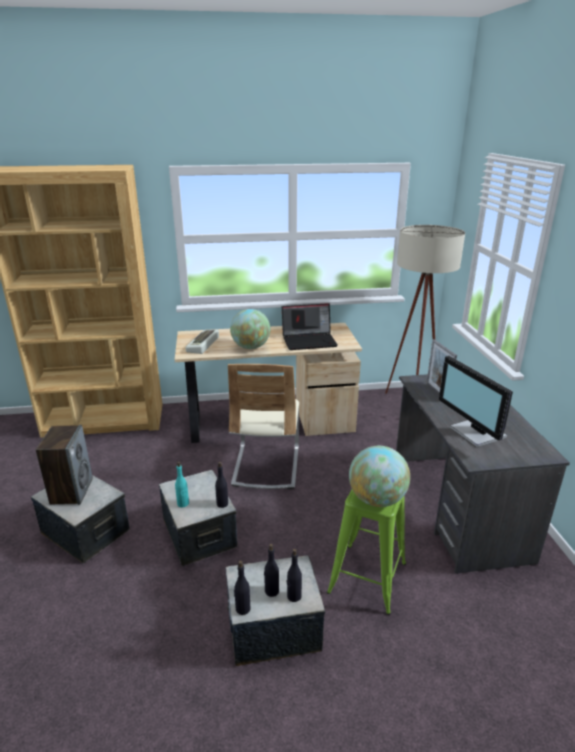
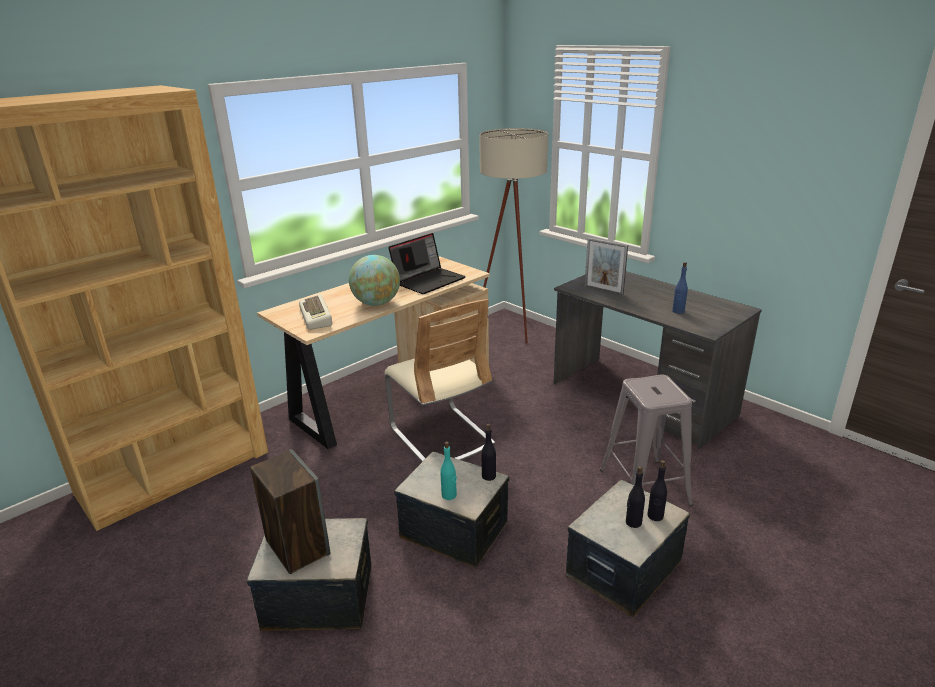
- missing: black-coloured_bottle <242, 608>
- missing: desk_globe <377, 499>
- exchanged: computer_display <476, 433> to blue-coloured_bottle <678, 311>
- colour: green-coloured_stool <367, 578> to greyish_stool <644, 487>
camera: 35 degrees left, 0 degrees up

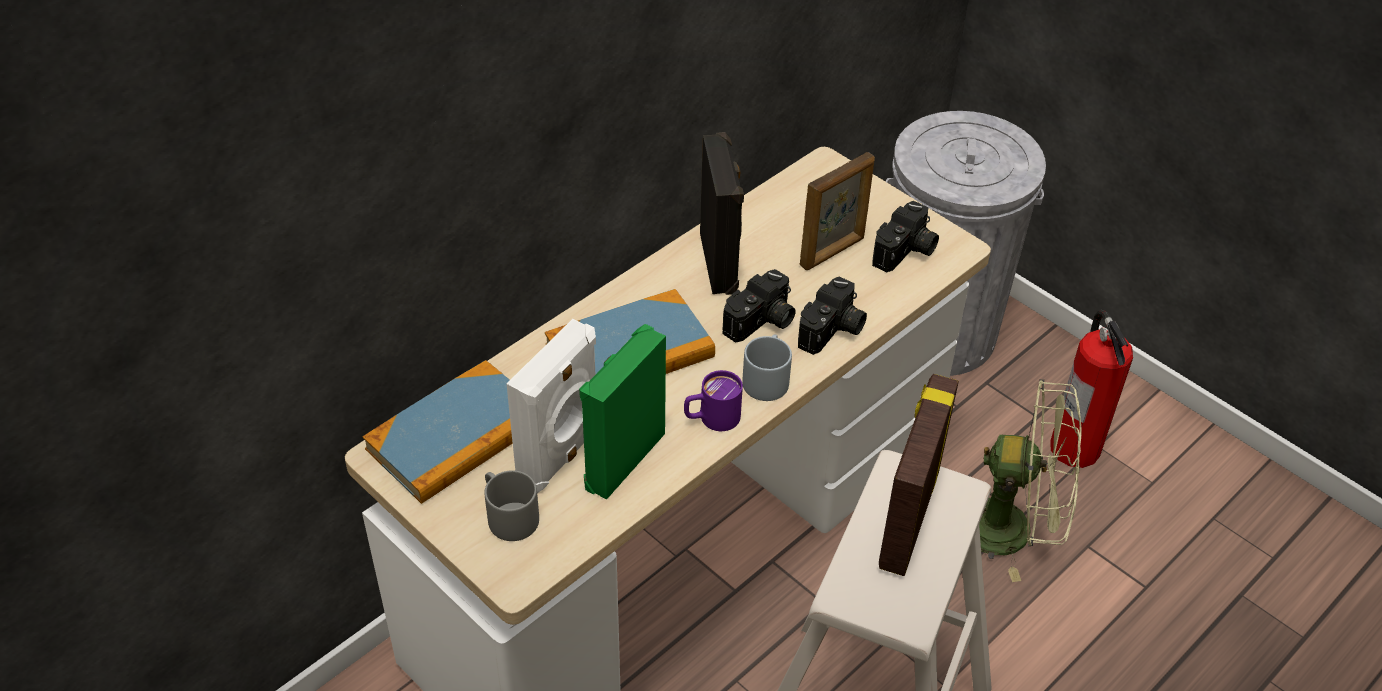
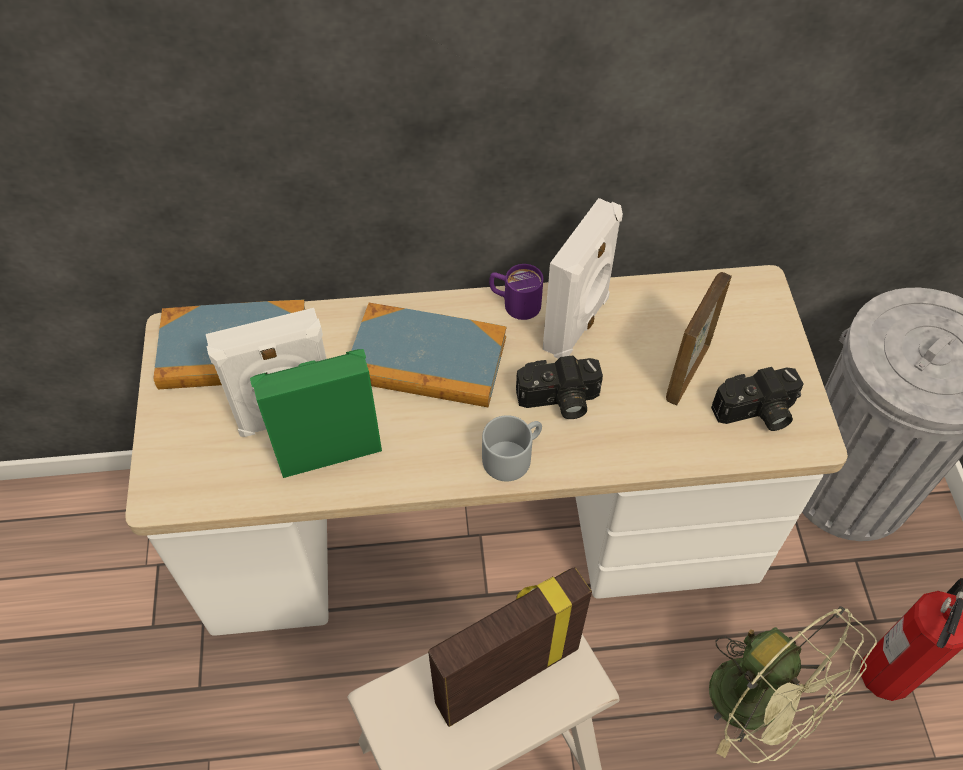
- missing: greyish_tea_mug <507, 515>
- missing: photo_camera <833, 331>
- relocated: purple-coloured_tea_mug <711, 418> to <514, 303>
- colour: black-coloured_loudspeaker <720, 262> to white-coloured_loudspeaker <578, 324>
- spun: photo_frame <833, 252> = <687, 373> 120 degrees clockwise
camera: 40 degrees right, 10 degrees up

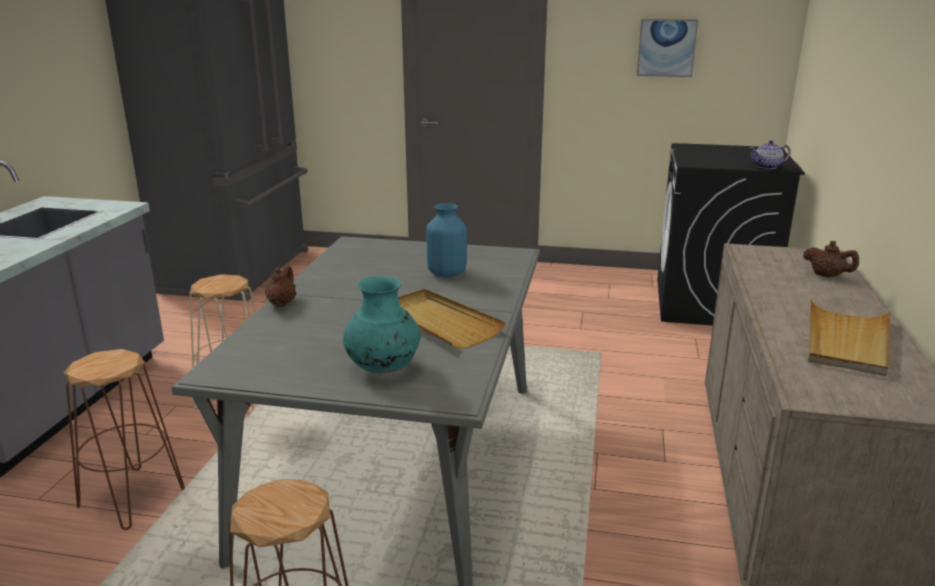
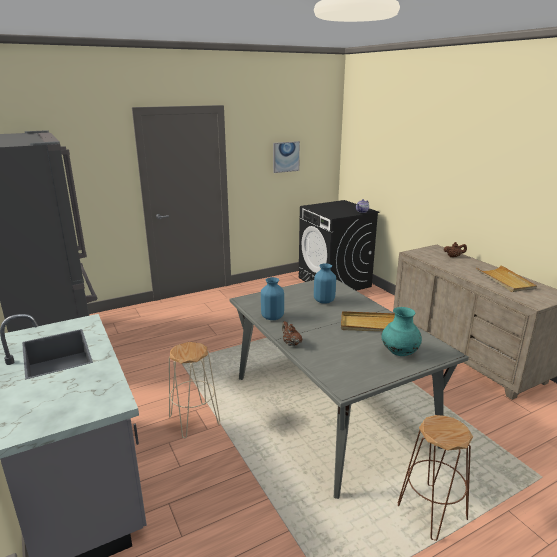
- missing: brown_stool <132, 497>
- appeared: blue-coloured_decorative_vase <272, 317>
camera: 40 degrees left, 0 degrees up

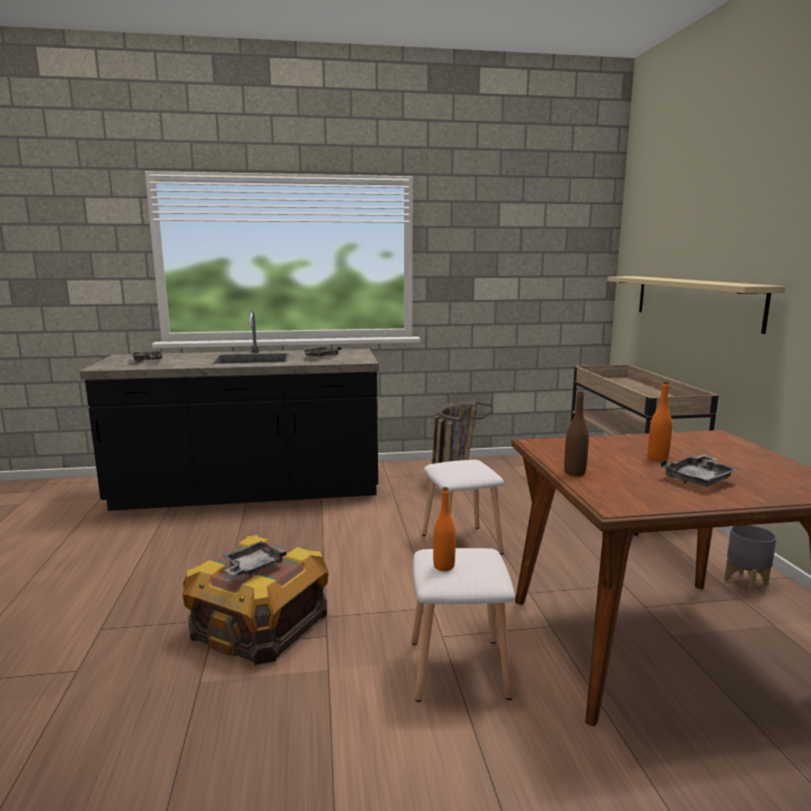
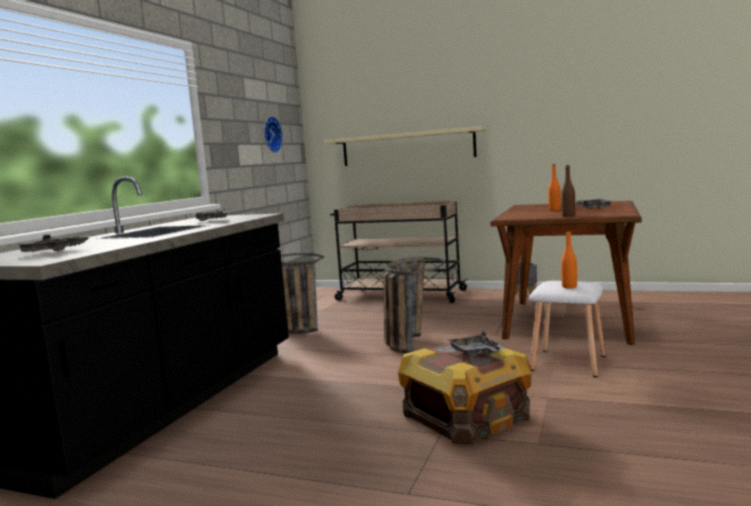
- appeared: wall_clock <270, 134>
- exchanged: white-coloured_stool <460, 544> to storage_basket <409, 341>
camera: 60 degrees left, 5 degrees down

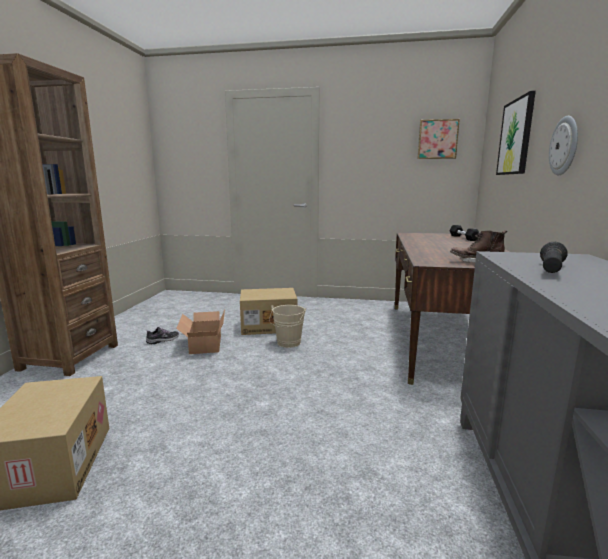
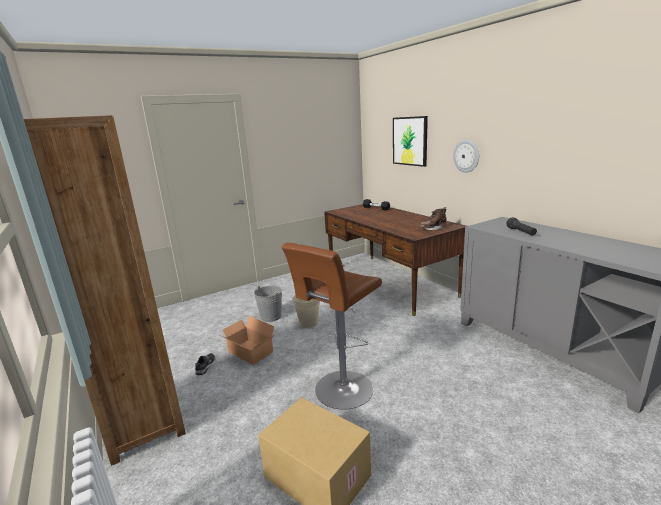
- missing: picture <437, 139>
- appeared: brown_stool <341, 391>
- exchanged: carton <269, 326> to greyish_pail <271, 316>
camera: 40 degrees left, 5 degrees up

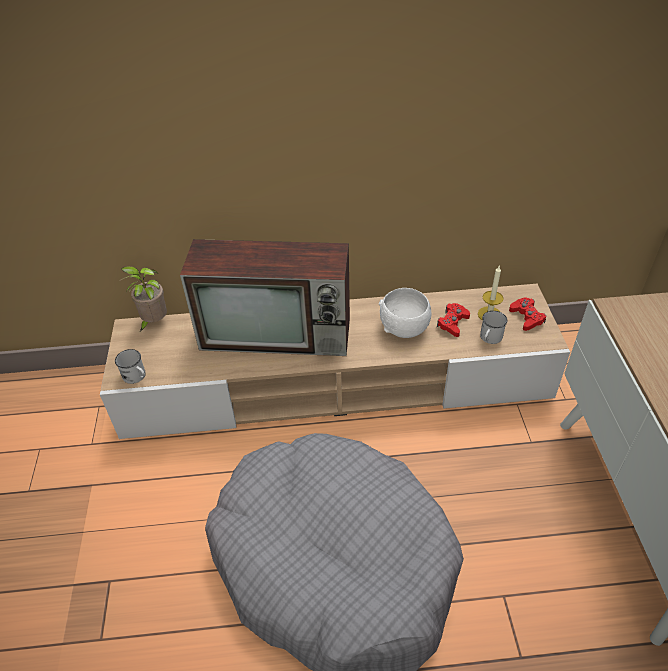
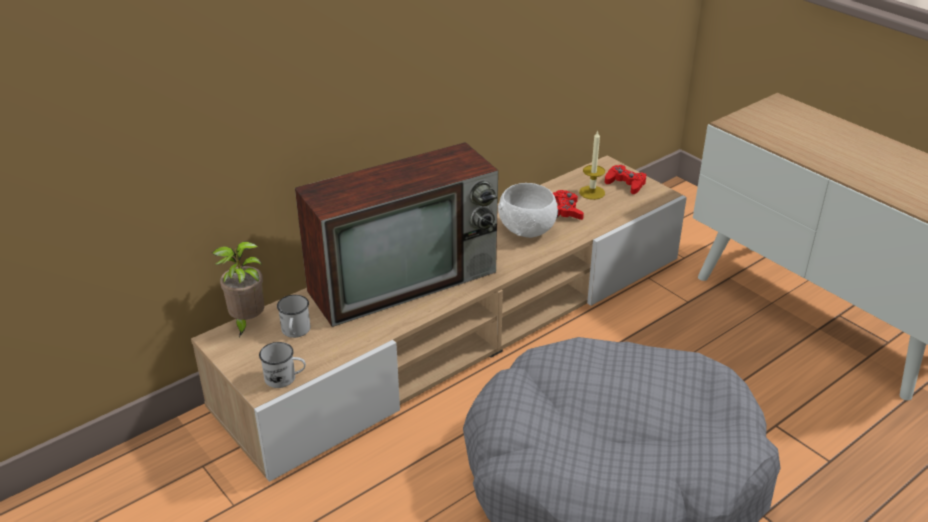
- relocated: white-coloured_tea_mug <489, 338> to <295, 332>
camera: 35 degrees left, 10 degrees down

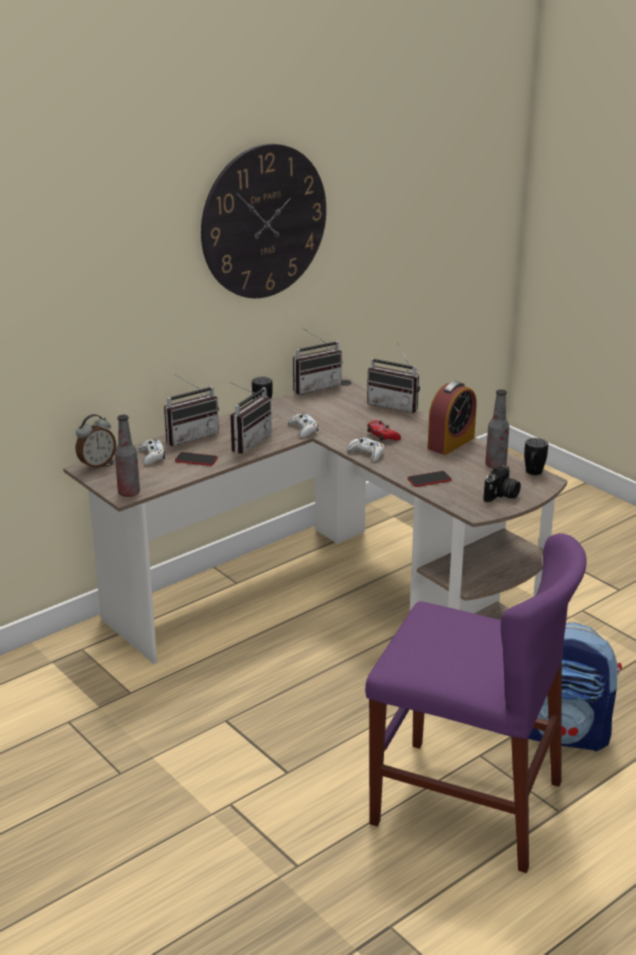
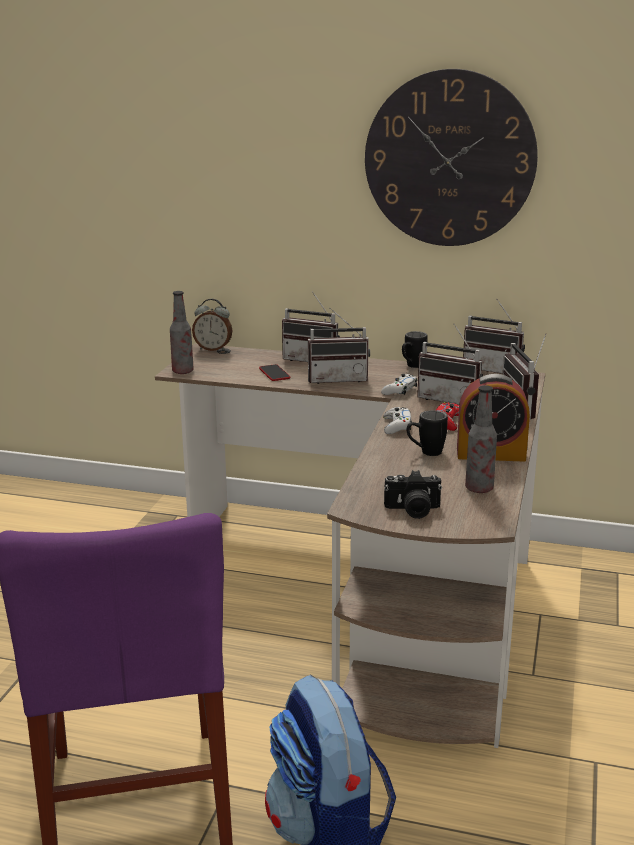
- missing: white-coloured_joypad <152, 456>
- missing: handset <429, 480>
- appeared: radio_set <451, 399>
- relocated: black-coloured_tea_mug <533, 474> to <425, 453>
camera: 55 degrees right, 5 degrees down

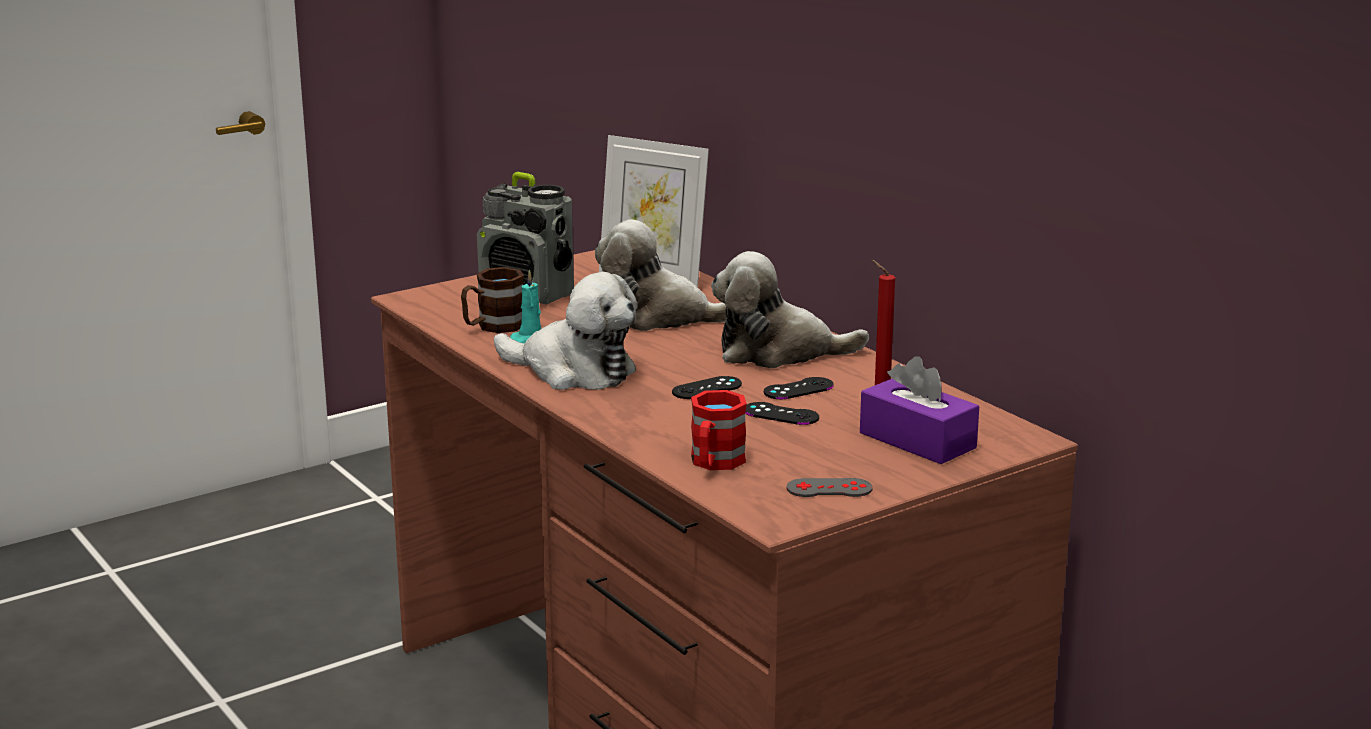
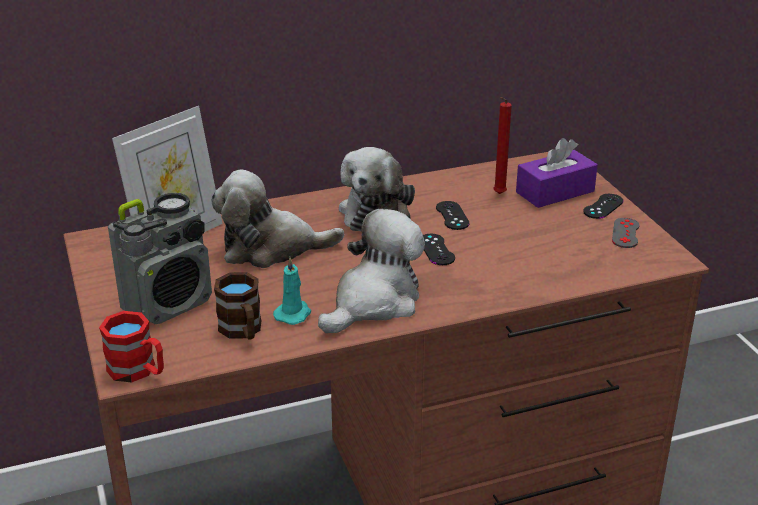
- relocated: reddish_tea_mug <714, 464> to <139, 371>
- relocated: black-coloured_joypad <781, 414> to <603, 206>
- spun: soft_toy <658, 317> = <271, 248> 60 degrees clockwise
camera: 75 degrees left, 10 degrees up

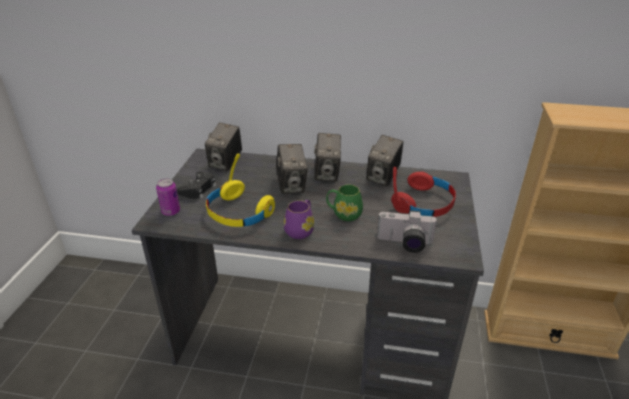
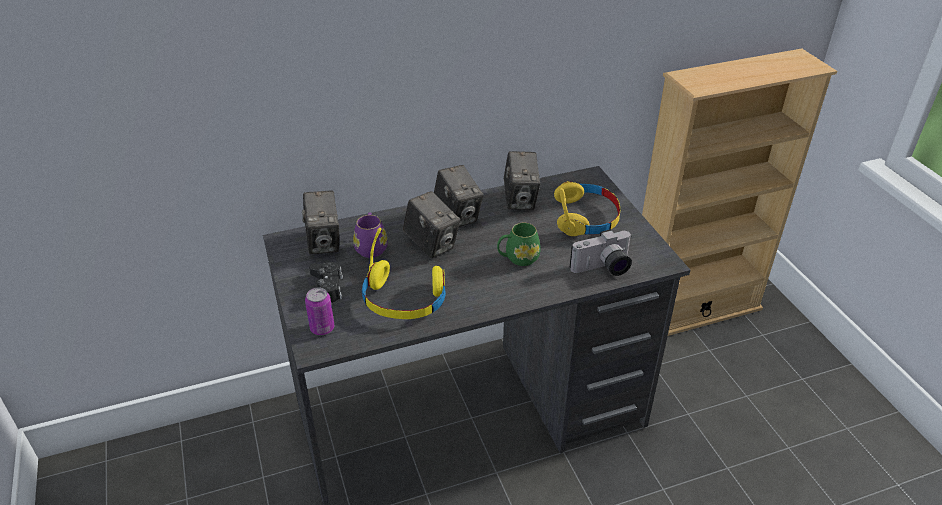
- relocated: purple-coloured_tea_mug <301, 229> to <371, 246>
- colour: reddish_headphones <424, 204> to yellow_headphones <586, 218>
camera: 30 degrees left, 5 degrees up

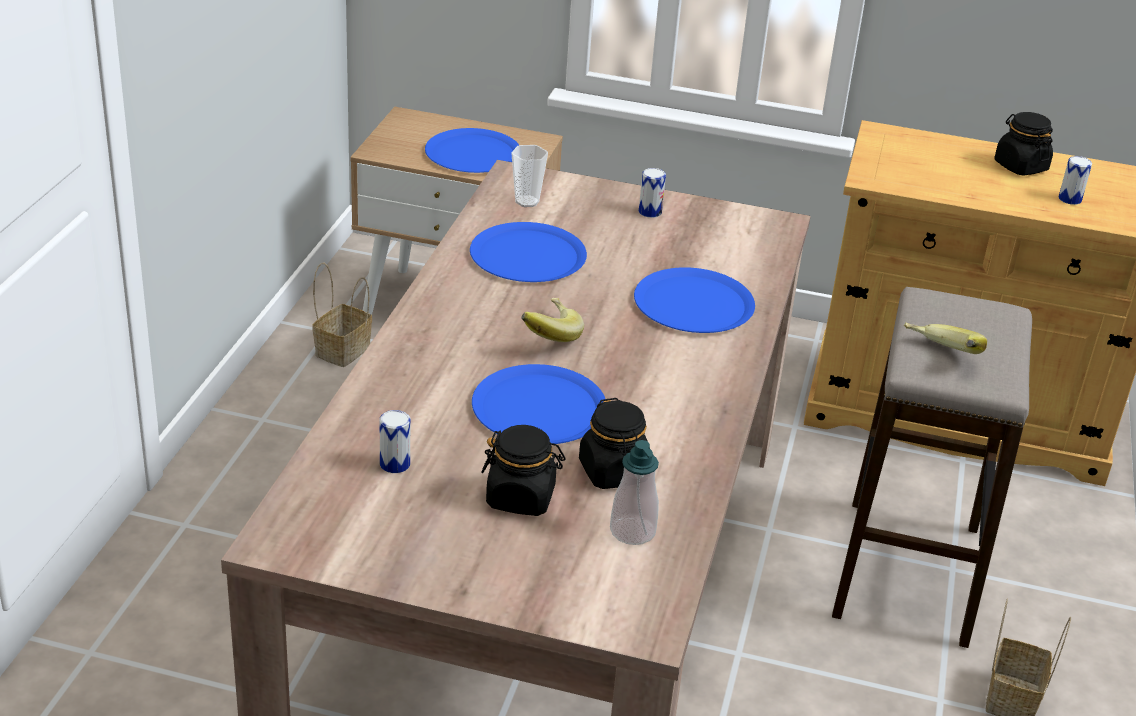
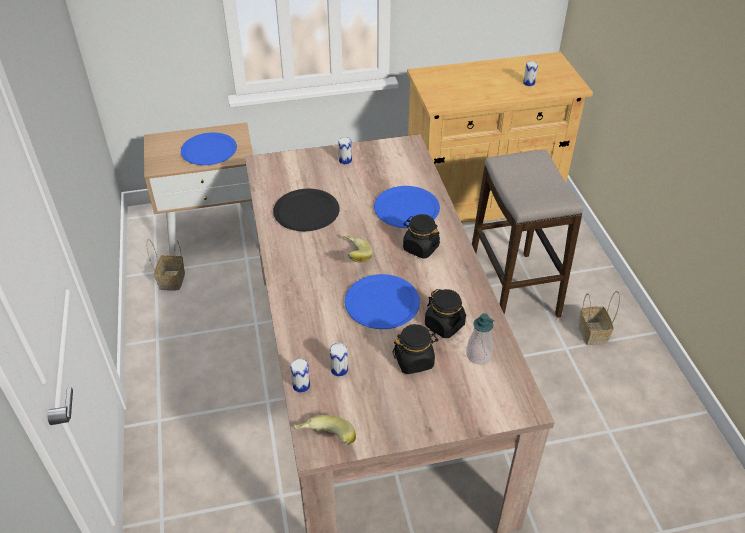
- missing: small_cup <527, 201>
- appeared: can <301, 385>
- relocated: whole_banana <939, 356> to <325, 442>
- relocated: black-coloured_jar <1020, 166> to <420, 248>
- colour: blue-coloured_flat_dish <528, 255> to black-coloured_flat_dish <306, 211>
camera: 25 degrees left, 10 degrees up

